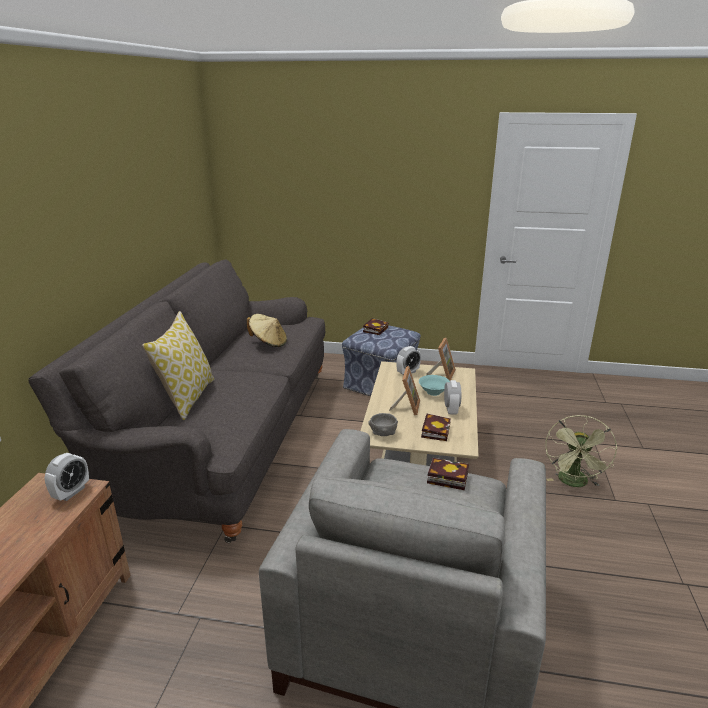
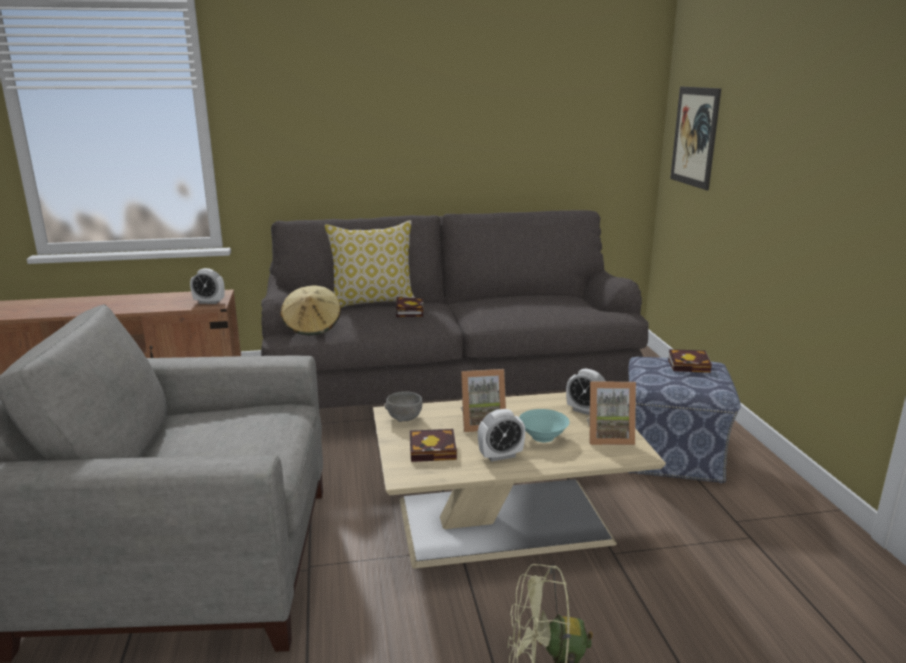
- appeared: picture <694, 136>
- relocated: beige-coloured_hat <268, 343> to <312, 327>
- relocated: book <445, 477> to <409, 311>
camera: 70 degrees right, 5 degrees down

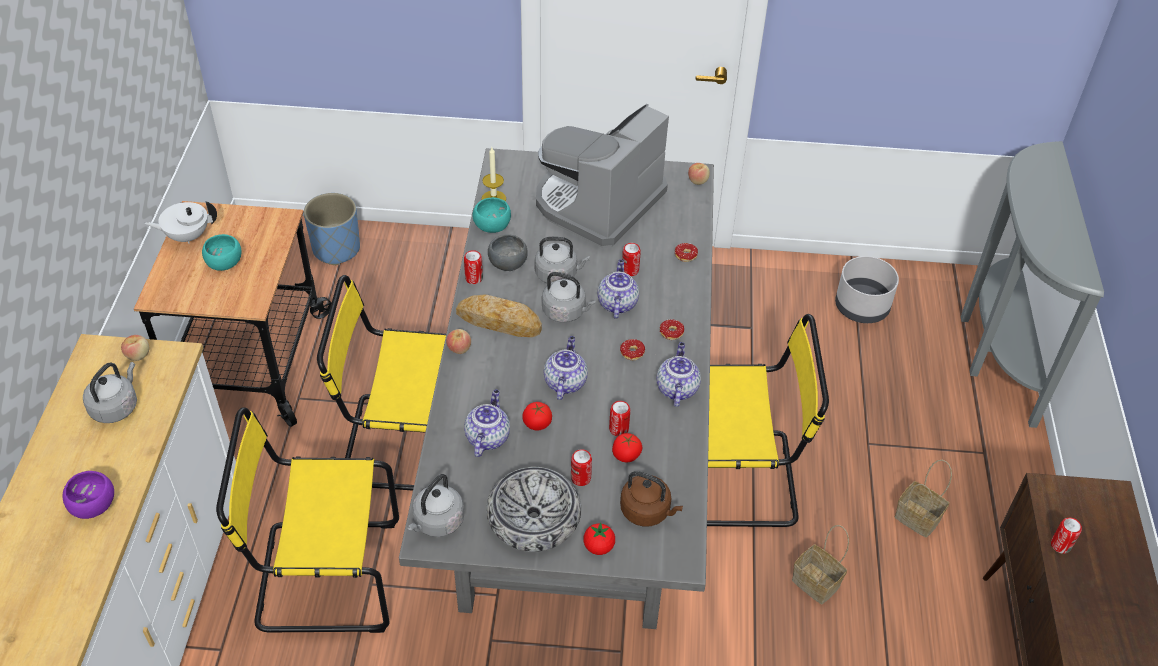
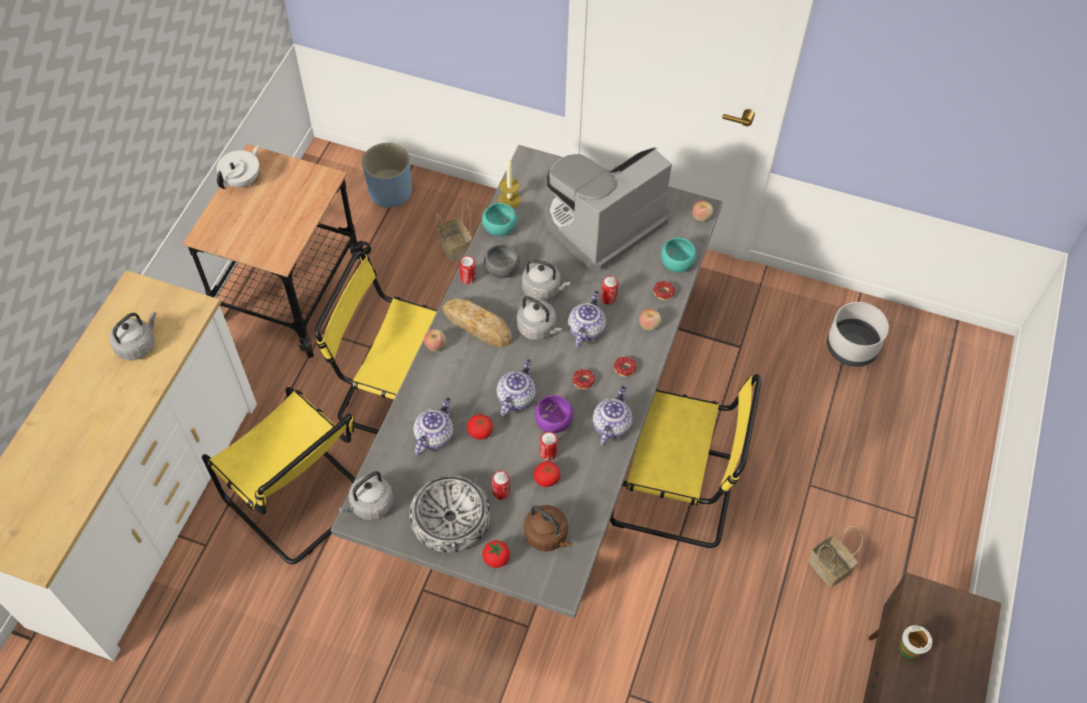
- missing: greyish_console_table <994, 349>
- relocated: purple-coloured_serving_bowl <95, 505> to <554, 421>
- relocated: whole_apple <138, 355> to <649, 325>
- relocated: turquoise_serving_bowl <225, 263> to <677, 263>
- relocated: storage_basket <817, 583> to <456, 247>
- exchanged: can <1060, 545> to small_cup <909, 649>
- spun: white-coloured_pot_for_tea <187, 236> = <242, 180> 120 degrees clockwise
- spun: yellow_chair <322, 576> = <301, 500> 150 degrees counterclockwise
camera: 15 degrees right, 10 degrees up

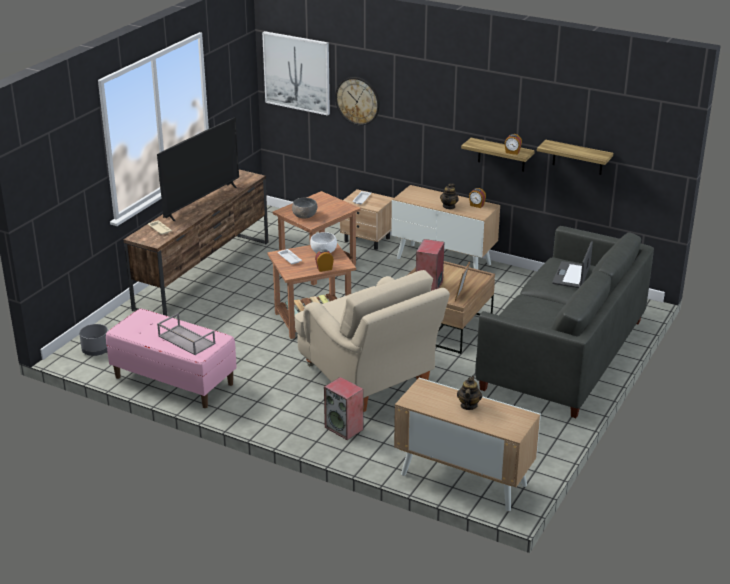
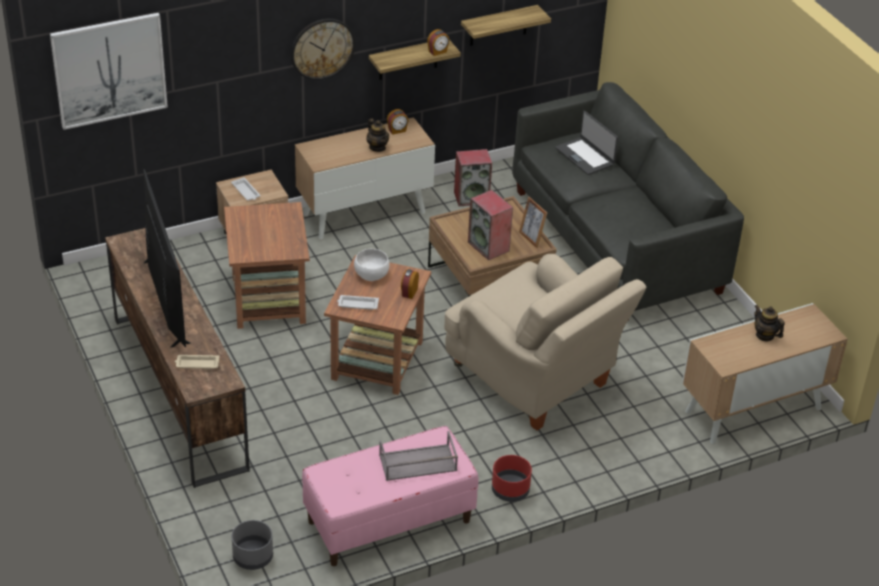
- missing: greyish_serving_bowl <304, 216>
- appeared: reddish_plant_pot <510, 490>
- relocated: loudspeaker <344, 428> to <472, 197>
- relocated: wall_clock <357, 100> to <322, 48>
- spun: beige-coloured_armchair <369, 380> = <534, 381> 45 degrees clockwise
camera: 55 degrees left, 10 degrees up

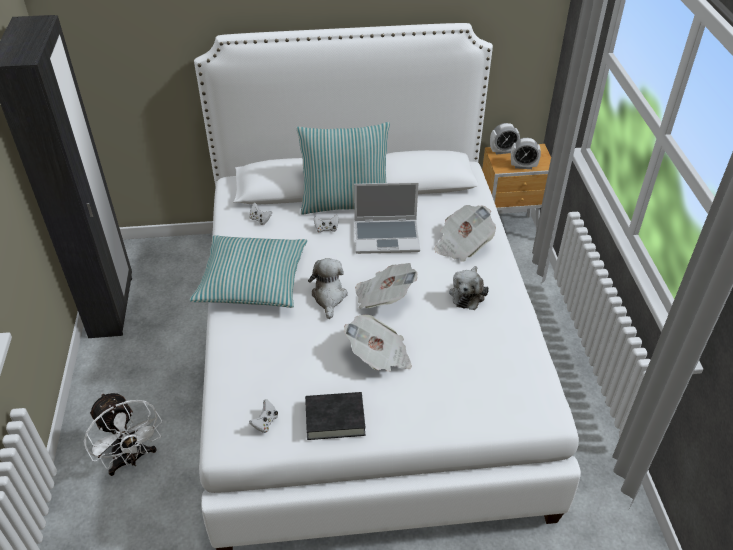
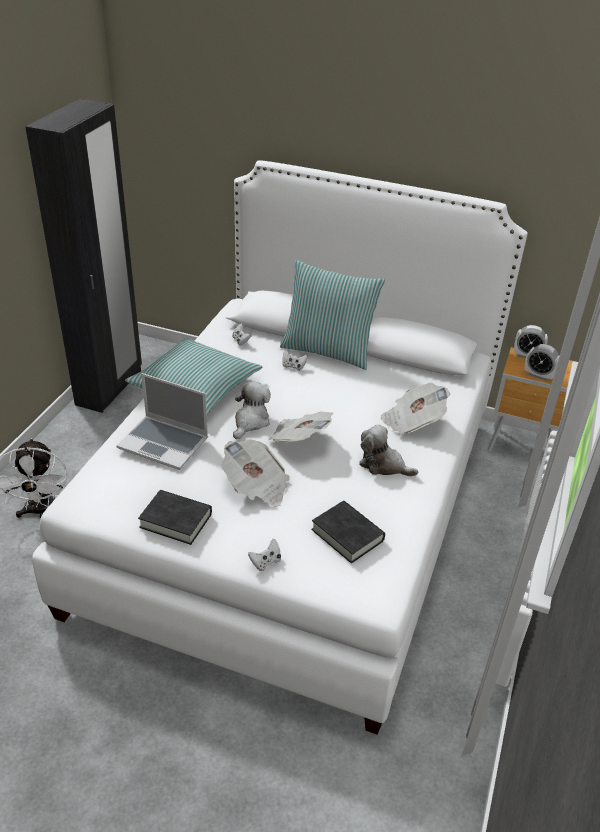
- appeared: black-coloured_book <347, 535>
- relocated: white-coloured_joypad <265, 422> to <265, 562>
- relocated: notebook_computer <387, 237> to <165, 443>
- spun: soft_toy <467, 294> = <383, 465> 75 degrees clockwise
camera: 25 degrees right, 5 degrees down

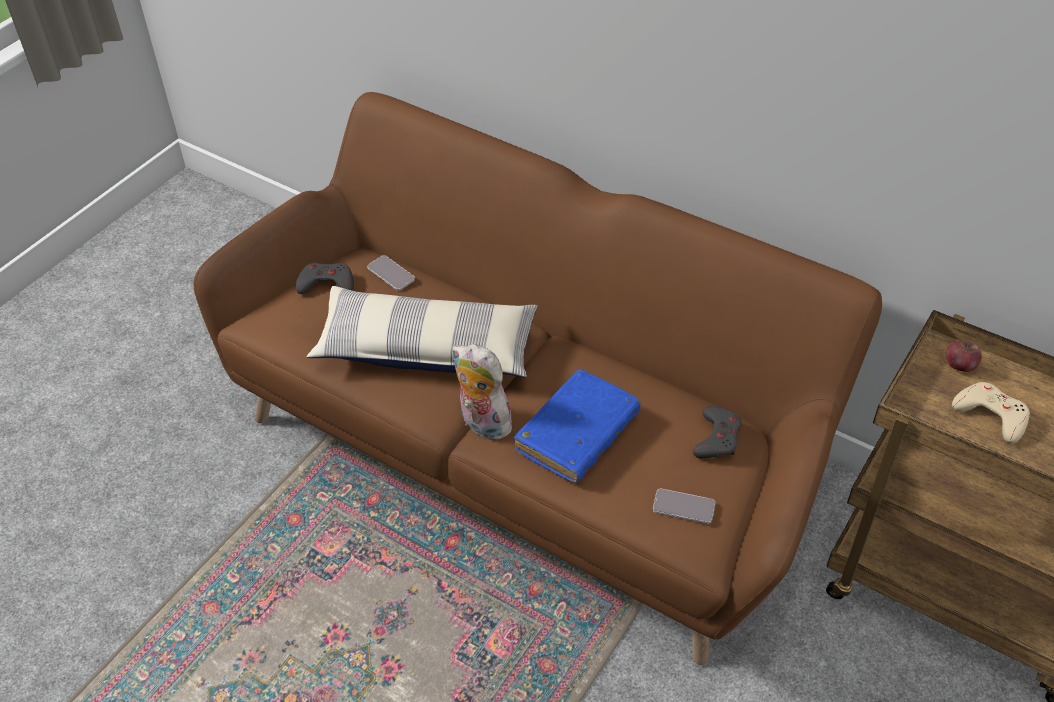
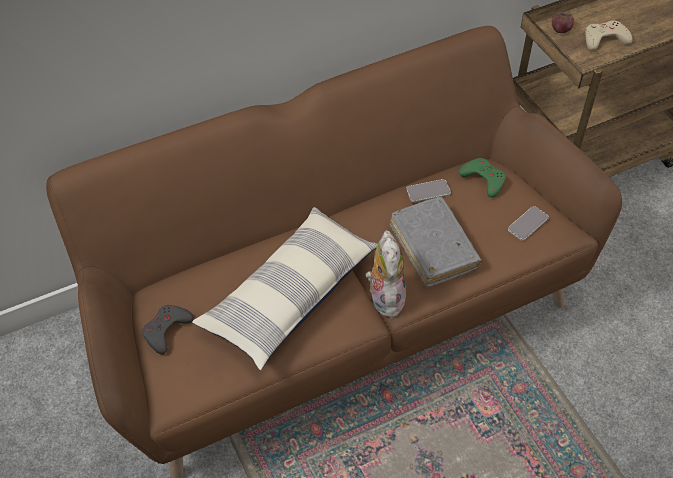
- relocated: handset <391, 274> to <428, 191>
- colour: blue-coloured_book <577, 434> to greyish_book <433, 247>
- colour: greyish_joypad <717, 437> to green-coloured_joypad <483, 179>
- spun: soft_toy <481, 423> = <384, 297> 105 degrees clockwise
camera: 60 degrees left, 5 degrees up

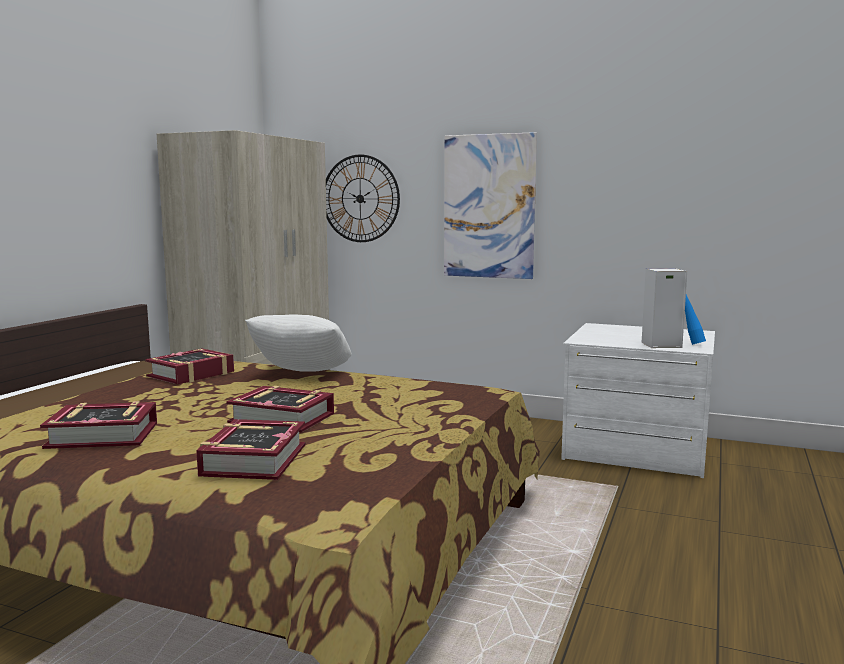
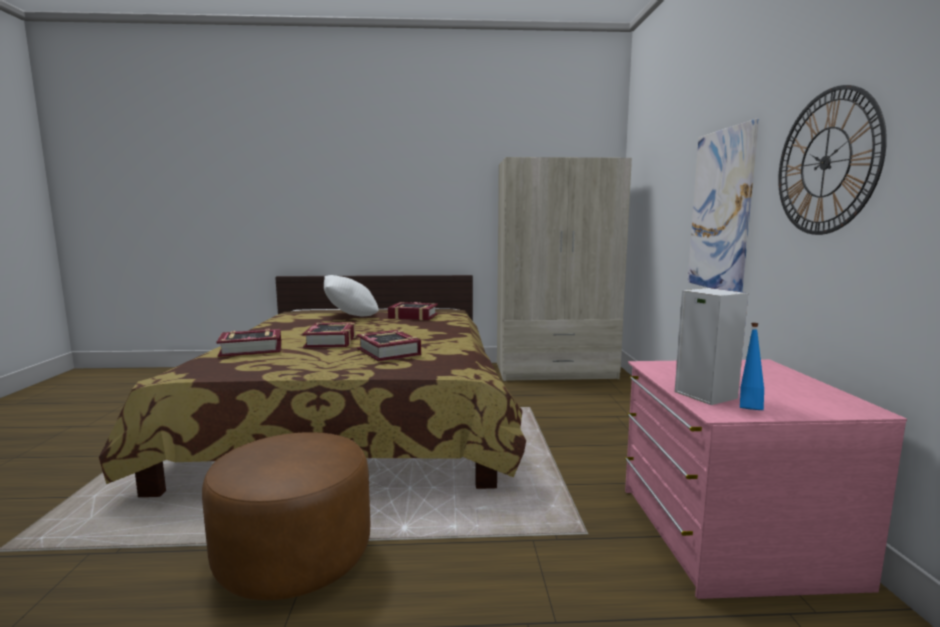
- appeared: brown_pouffe <294, 555>
- relocated: book <103, 435> to <389, 352>
- relocated: white-coloured_pillow <302, 375> to <350, 316>
- relocated: wall_clock <360, 198> to <825, 162>
- colour: white-coloured_dresser <636, 450> to pink_dresser <728, 534>
camera: 65 degrees right, 0 degrees up

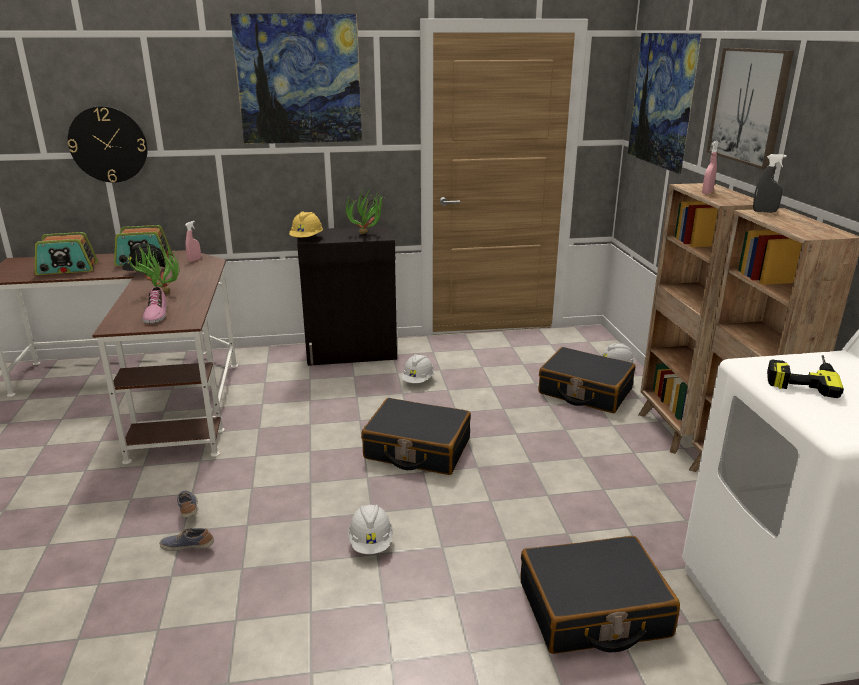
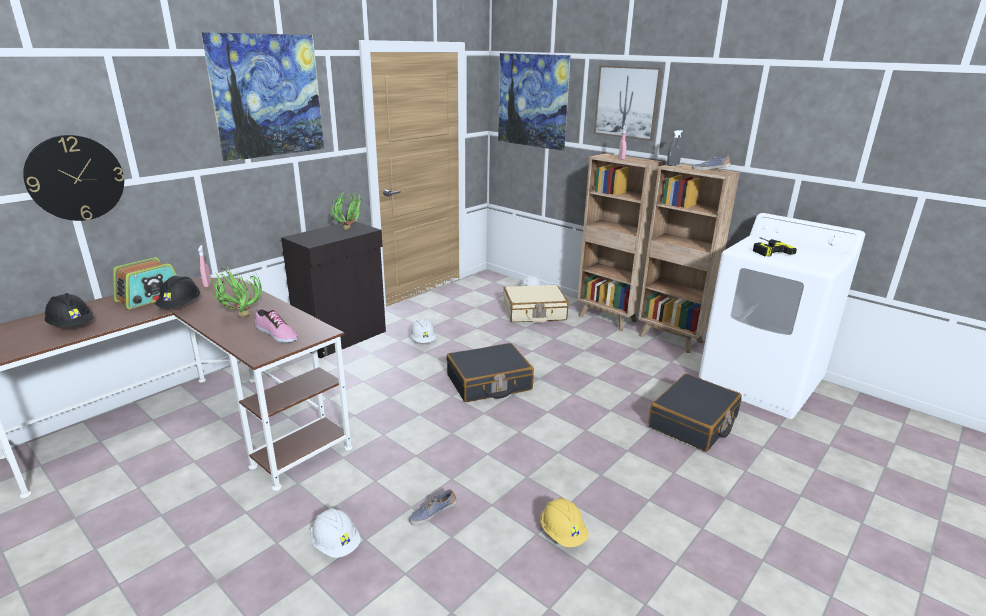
- relocated: low_shoe <188, 508> to <710, 170>
- relocated: yellow_work_helmet <307, 239> to <563, 534>
- relocated: white-coloured_work_helmet <371, 542> to <336, 544>
- exchanged: radio_set <67, 269> to black-coloured_work_helmet <72, 326>
- colour: black-coloured_piece_of_luggage <585, 391> to beige-coloured_piece_of_luggage <534, 313>
camera: 40 degrees left, 0 degrees up

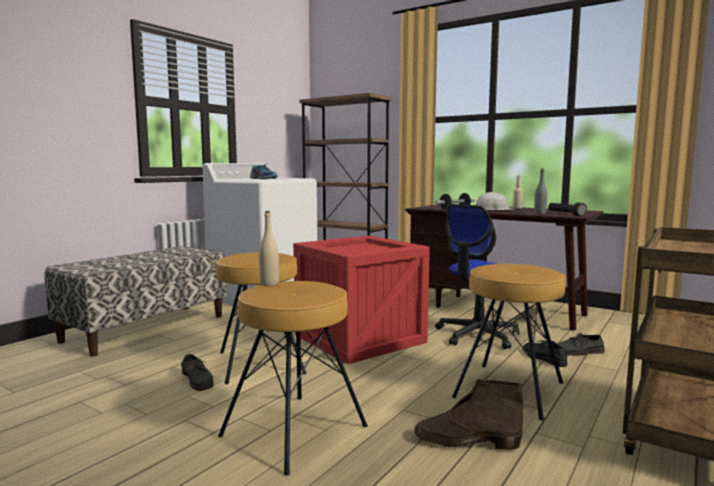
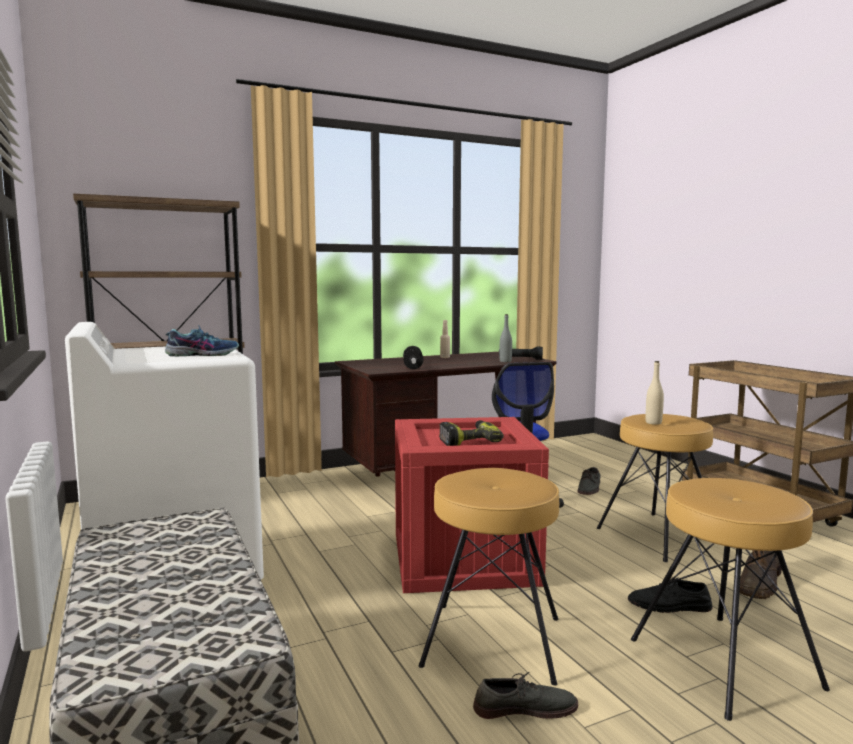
- missing: white-coloured_work_helmet <492, 210>
- appeared: power_drill <468, 441>
- relocated: beige-coloured_bottle <269, 284> to <653, 423>
- relocated: black-coloured_low_shoe <543, 357> to <669, 606>
camera: 60 degrees left, 0 degrees up

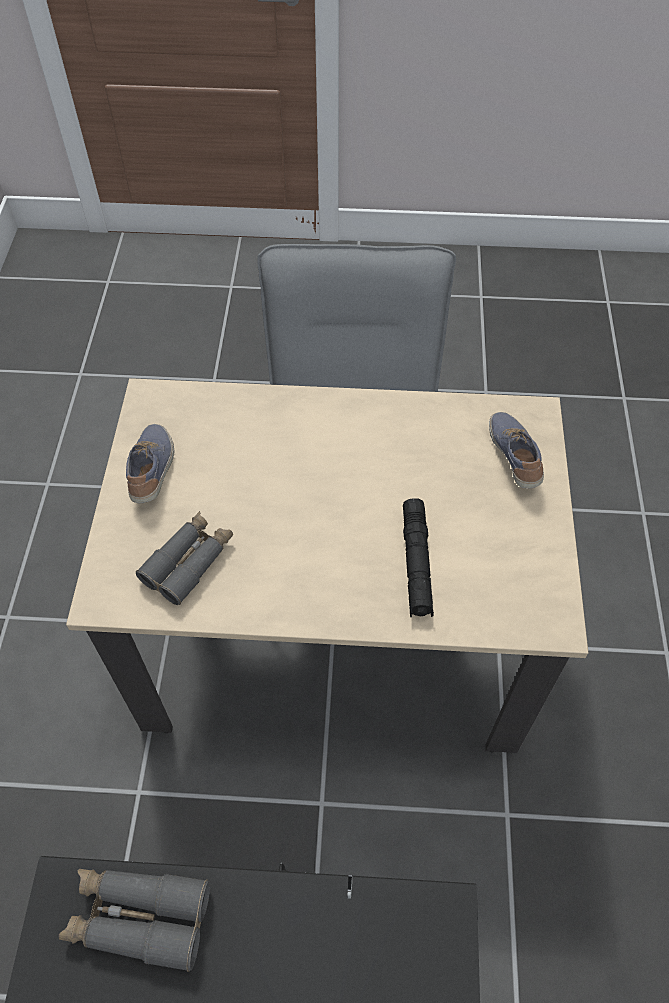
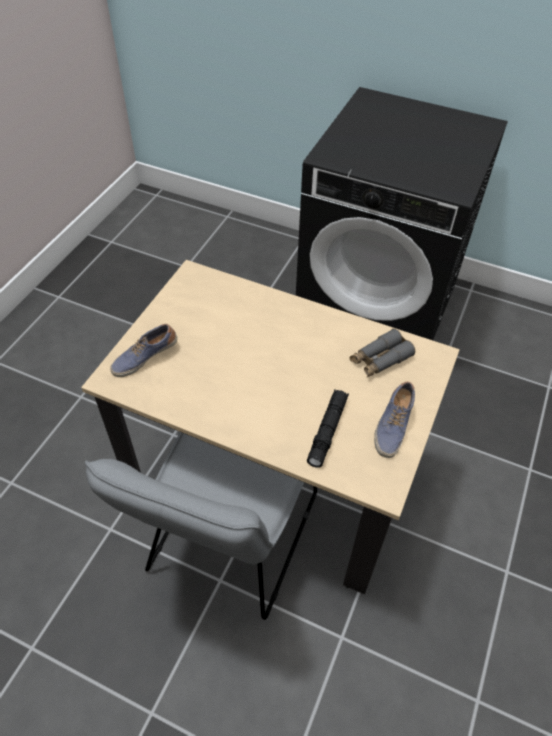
- missing: greyish_pair_of_binoculars <138, 917>
- relocated: black-coloured_torch <416, 563> to <327, 431>
- spun: low_shoe <515, 456> = <144, 357> 45 degrees clockwise
camera: 160 degrees left, 5 degrees down

